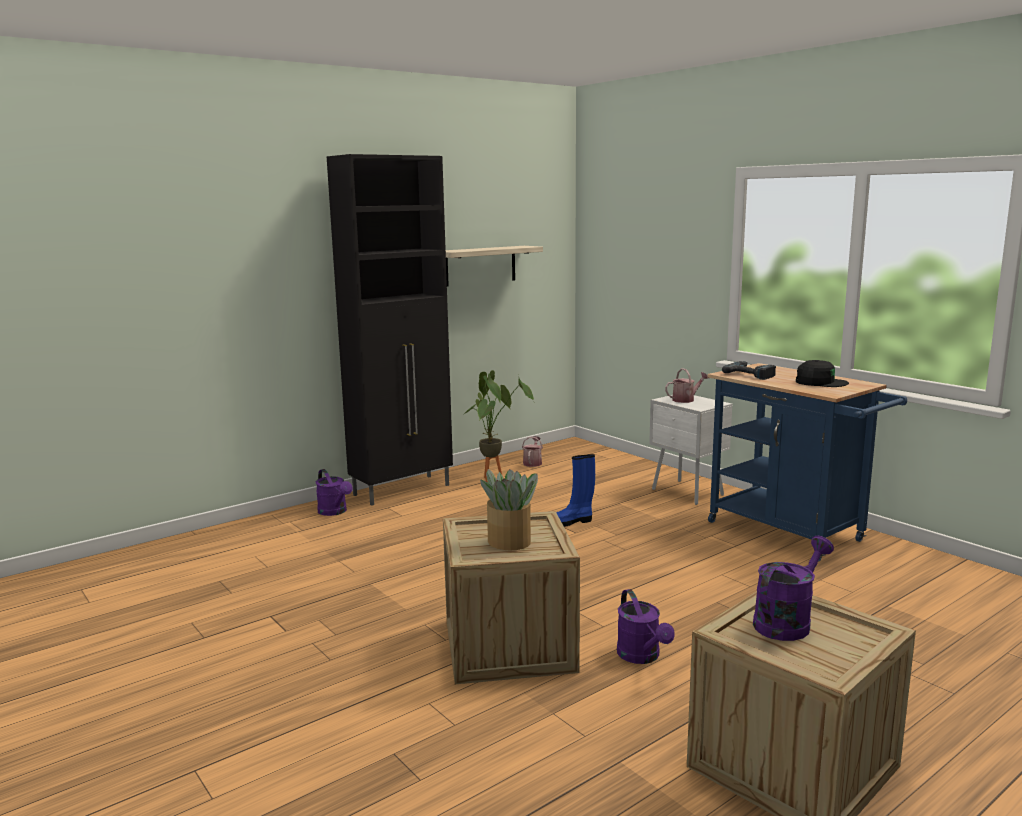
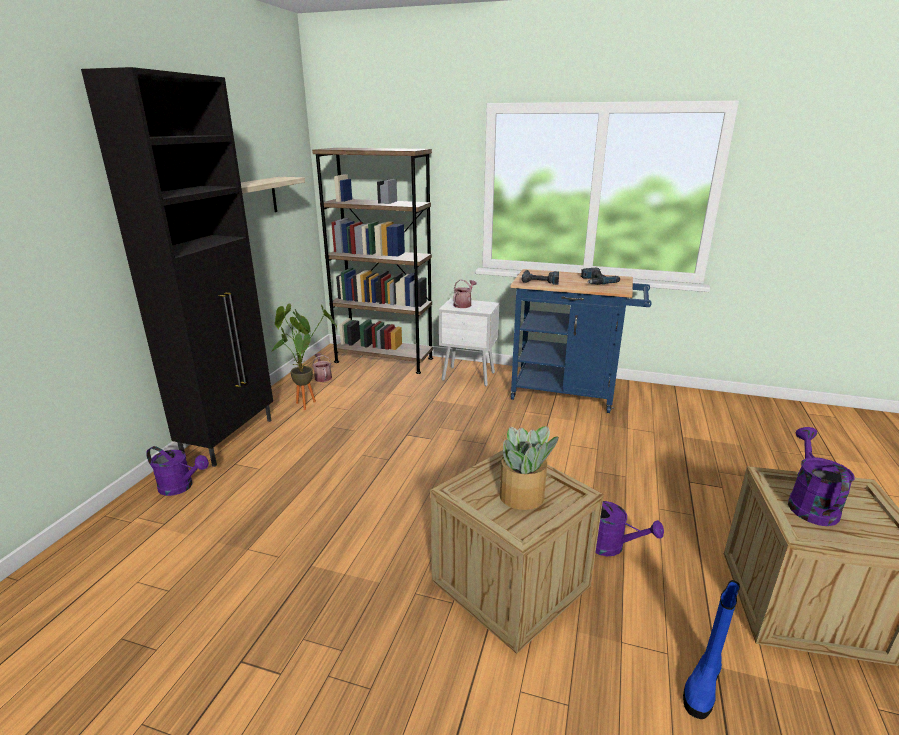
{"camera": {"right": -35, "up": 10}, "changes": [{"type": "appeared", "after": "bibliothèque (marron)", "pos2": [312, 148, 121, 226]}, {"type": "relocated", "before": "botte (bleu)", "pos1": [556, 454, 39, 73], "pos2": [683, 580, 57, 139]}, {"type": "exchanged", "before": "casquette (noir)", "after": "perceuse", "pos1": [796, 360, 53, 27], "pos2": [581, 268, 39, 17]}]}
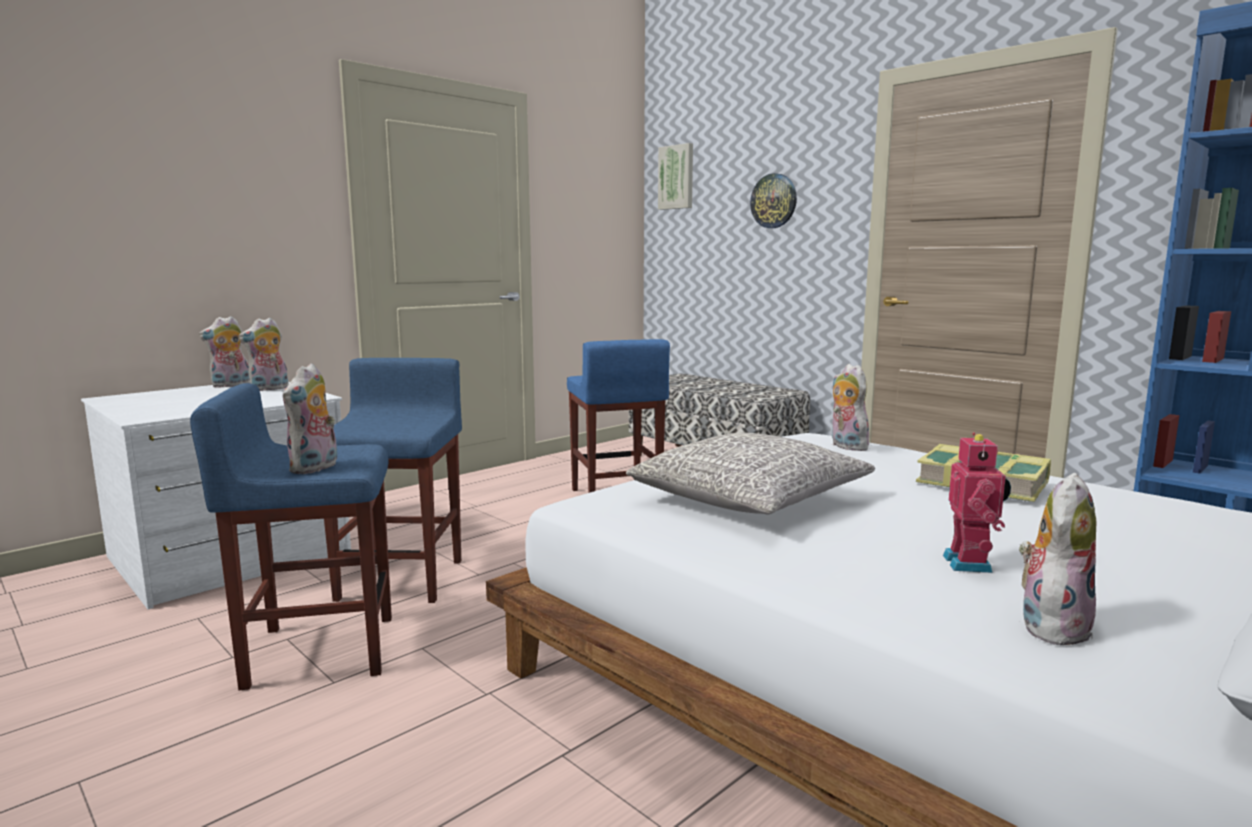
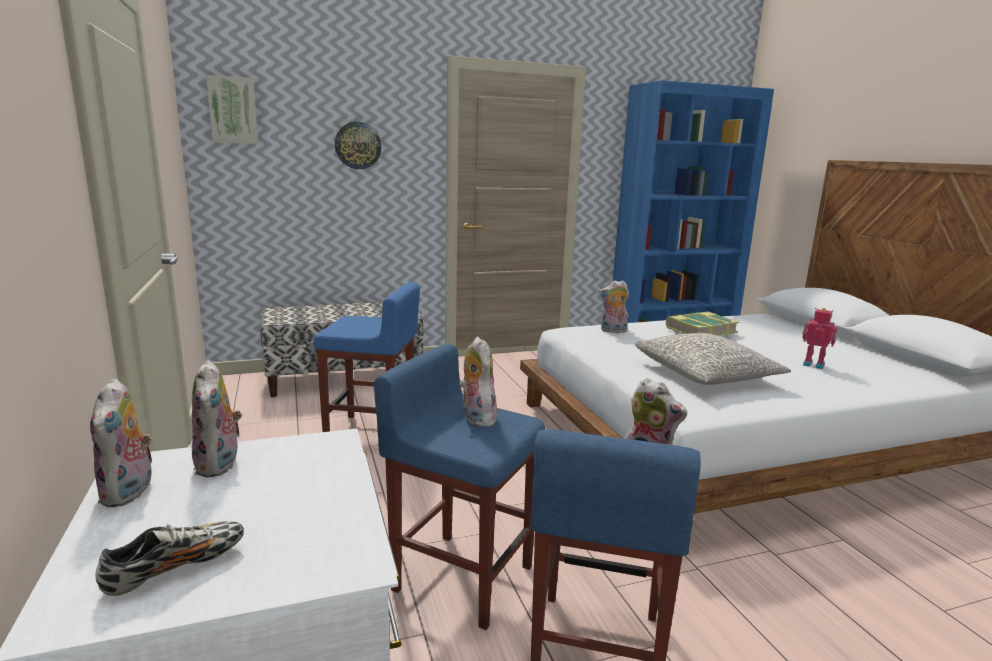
{"camera": {"right": -65, "up": 5}, "changes": [{"type": "appeared", "after": "chaussure", "pos2": [95, 521, 149, 75]}, {"type": "relocated", "before": "peluche", "pos1": [1019, 473, 77, 174], "pos2": [459, 337, 38, 90]}]}
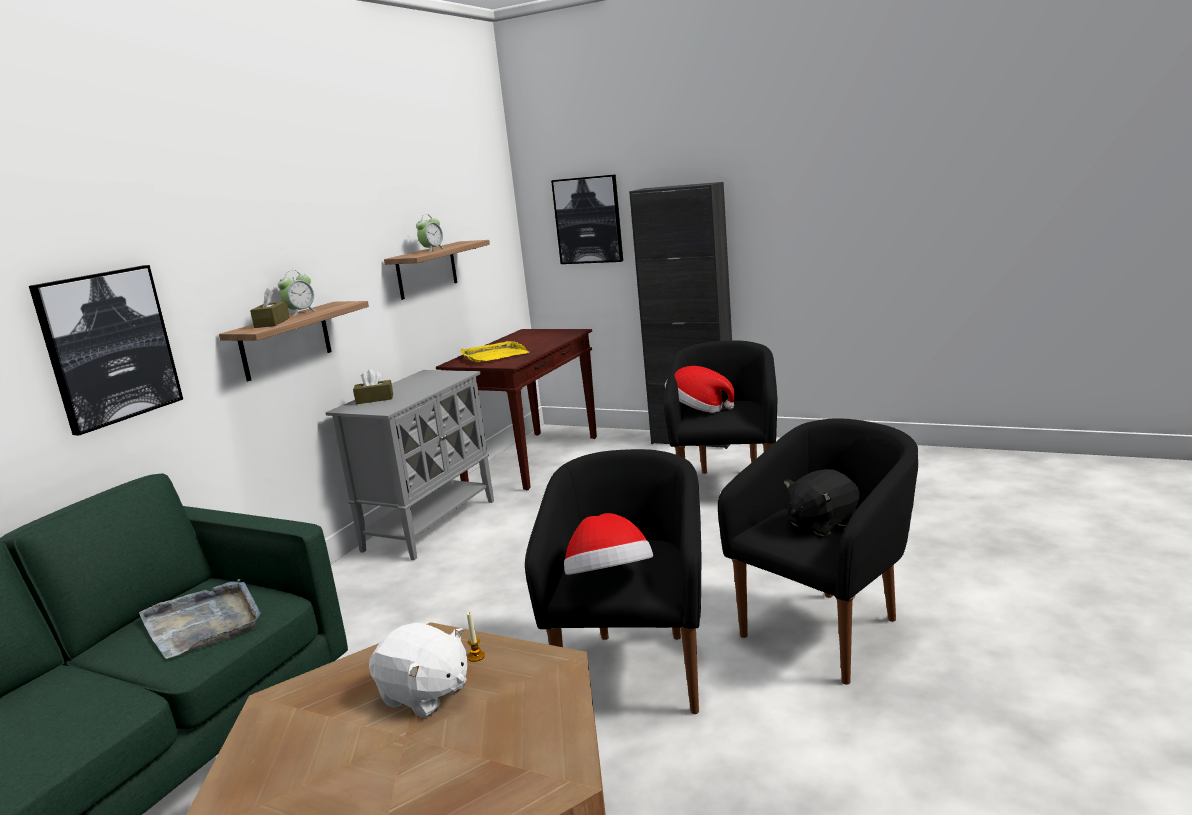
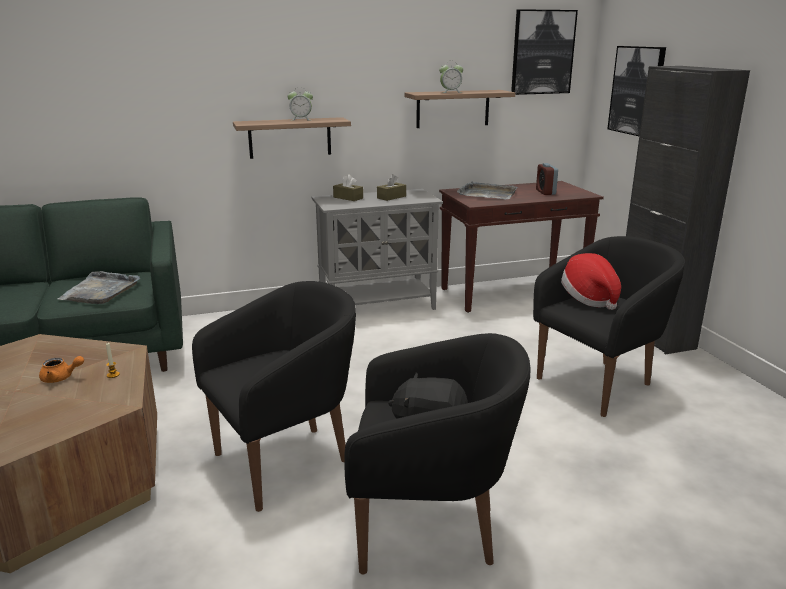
{"camera": {"right": 45, "up": 5}, "changes": [{"type": "missing", "before": "chapeau", "pos1": [564, 513, 89, 62]}, {"type": "appeared", "after": "réveil", "pos2": [536, 163, 22, 32]}, {"type": "relocated", "before": "tableau", "pos1": [29, 265, 154, 171], "pos2": [511, 9, 67, 86]}, {"type": "relocated", "before": "boîte à mouchoirs (marron)", "pos1": [250, 288, 40, 40], "pos2": [377, 174, 29, 27]}, {"type": "exchanged", "before": "peluche (blanc)", "after": "théière (orange)", "pos1": [369, 623, 98, 95], "pos2": [39, 356, 45, 27]}, {"type": "colour", "before": "plateau (jaune)", "after": "plateau (gris)", "pos1": [460, 341, 69, 21], "pos2": [457, 181, 60, 18]}]}
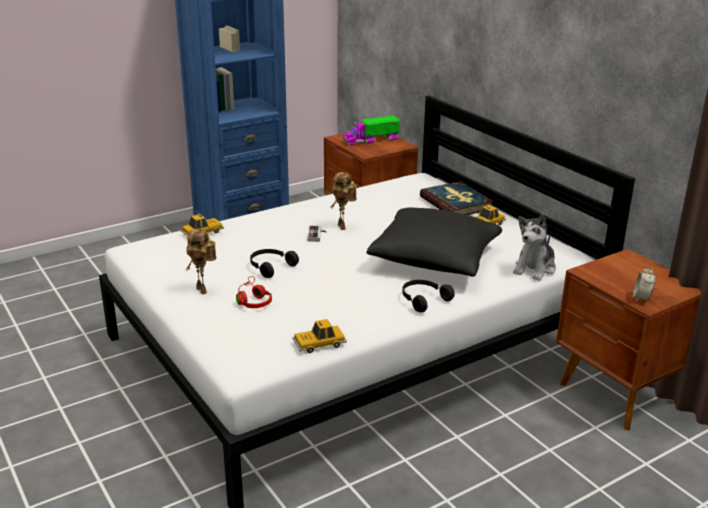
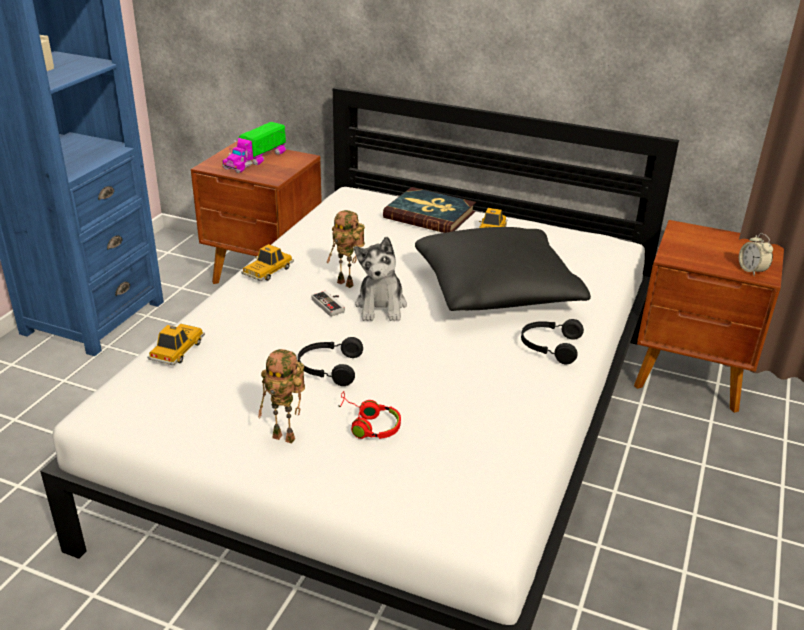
{"camera": {"right": -35, "up": 5}, "changes": [{"type": "relocated", "before": "petite voiture", "pos1": [293, 319, 54, 34], "pos2": [241, 244, 53, 37]}, {"type": "relocated", "before": "peluche", "pos1": [513, 214, 43, 67], "pos2": [354, 237, 53, 84]}]}
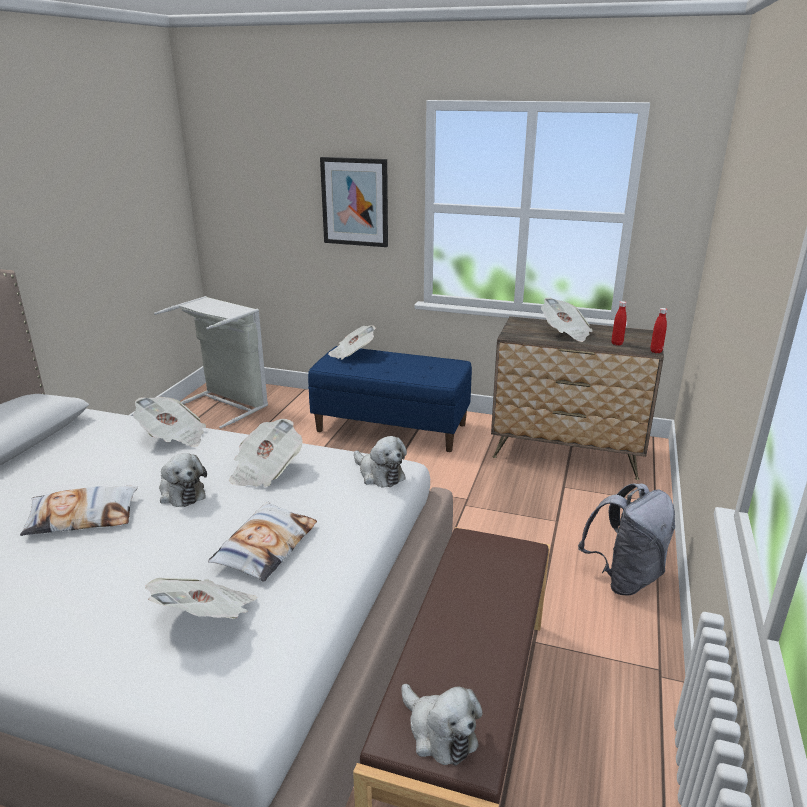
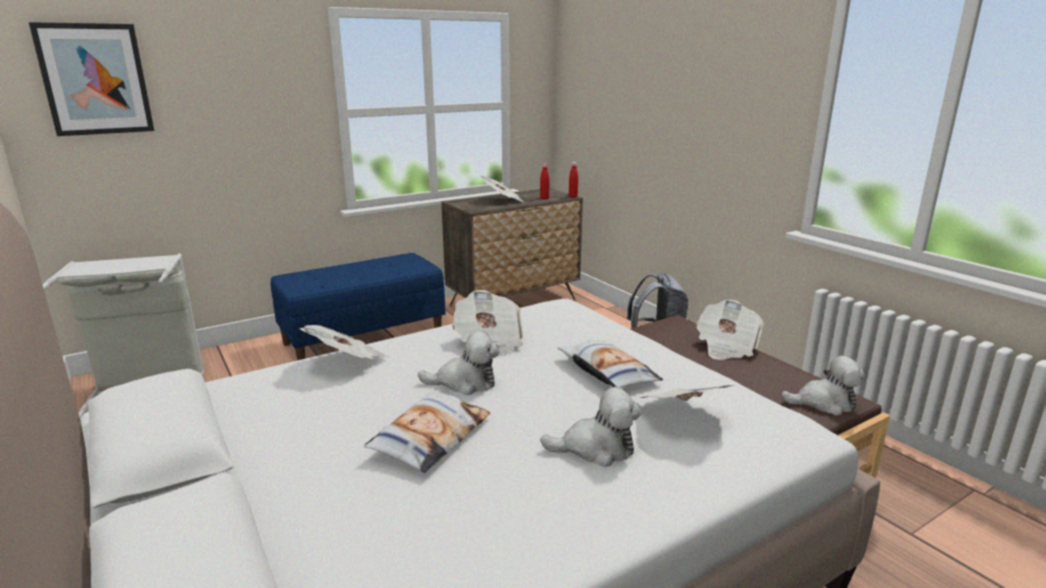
{"camera": {"right": -50, "up": -5}, "changes": [{"type": "relocated", "before": "tableau", "pos1": [320, 157, 68, 90], "pos2": [29, 22, 125, 114]}, {"type": "relocated", "before": "journal", "pos1": [328, 325, 48, 35], "pos2": [696, 299, 68, 61]}, {"type": "relocated", "before": "peluche", "pos1": [354, 436, 53, 51], "pos2": [540, 387, 102, 80]}]}
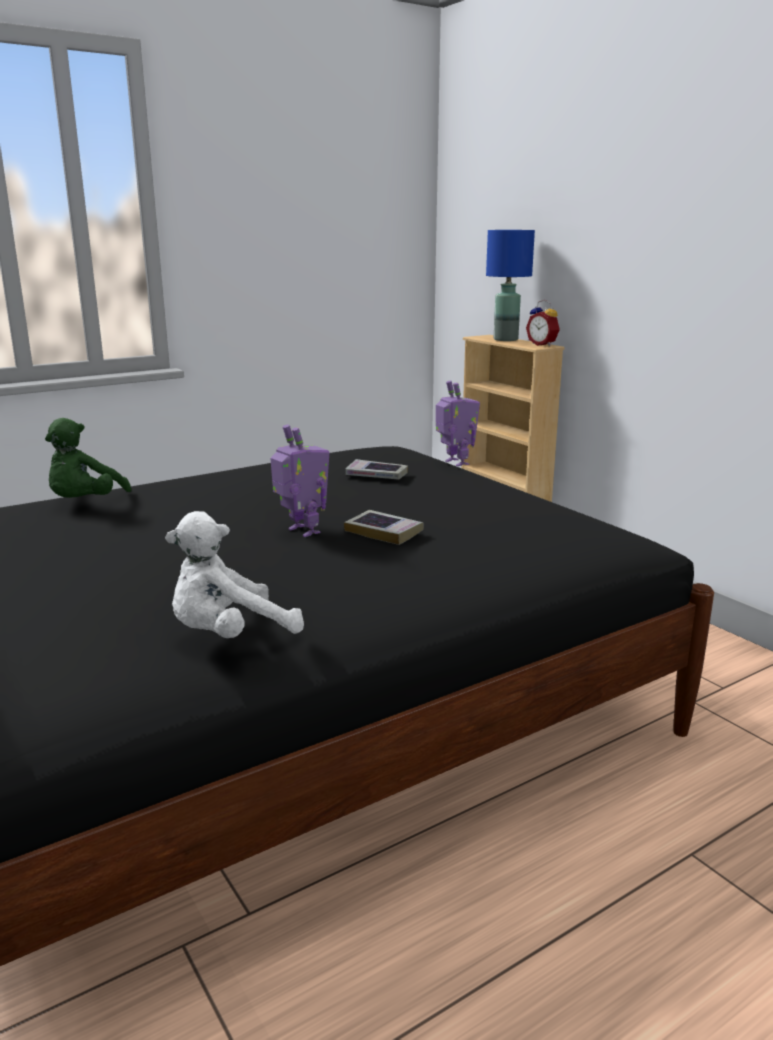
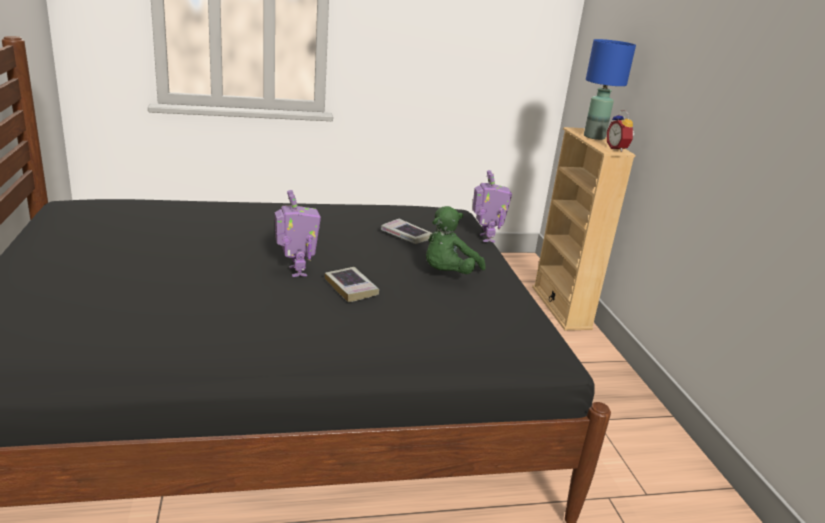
{"camera": {"right": 20, "up": 5}, "changes": [{"type": "missing", "before": "peluche (blanc)", "pos1": [165, 511, 139, 127]}, {"type": "relocated", "before": "peluche (vert)", "pos1": [45, 418, 87, 80], "pos2": [426, 206, 59, 68]}]}
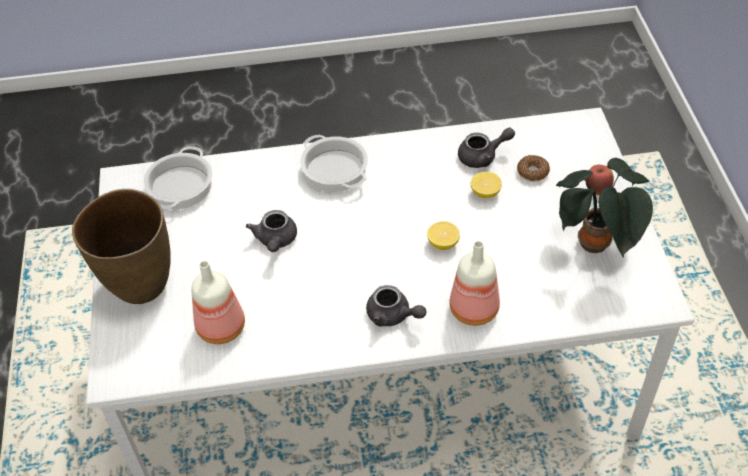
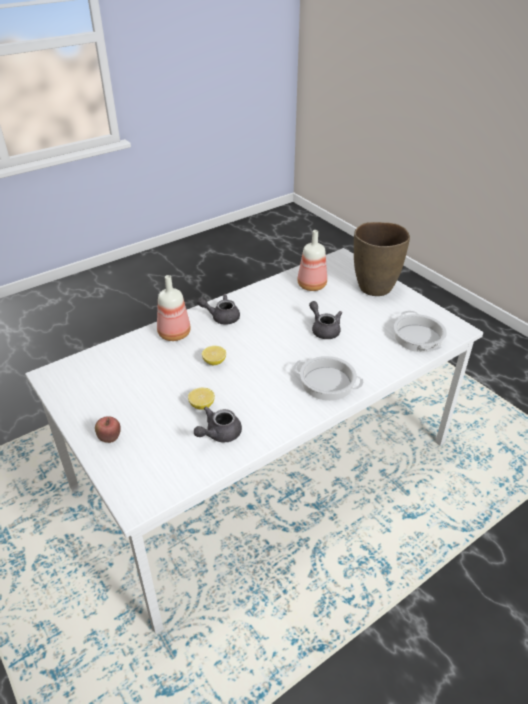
{"camera": {"right": 150, "up": -10}, "changes": [{"type": "missing", "before": "beignet", "pos1": [517, 155, 33, 27]}, {"type": "missing", "before": "plante en pot", "pos1": [556, 158, 97, 100]}]}
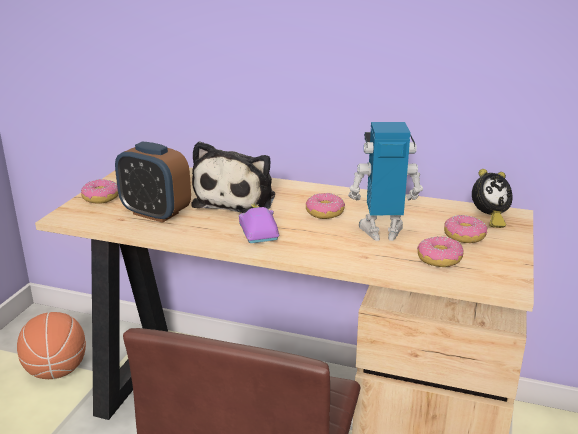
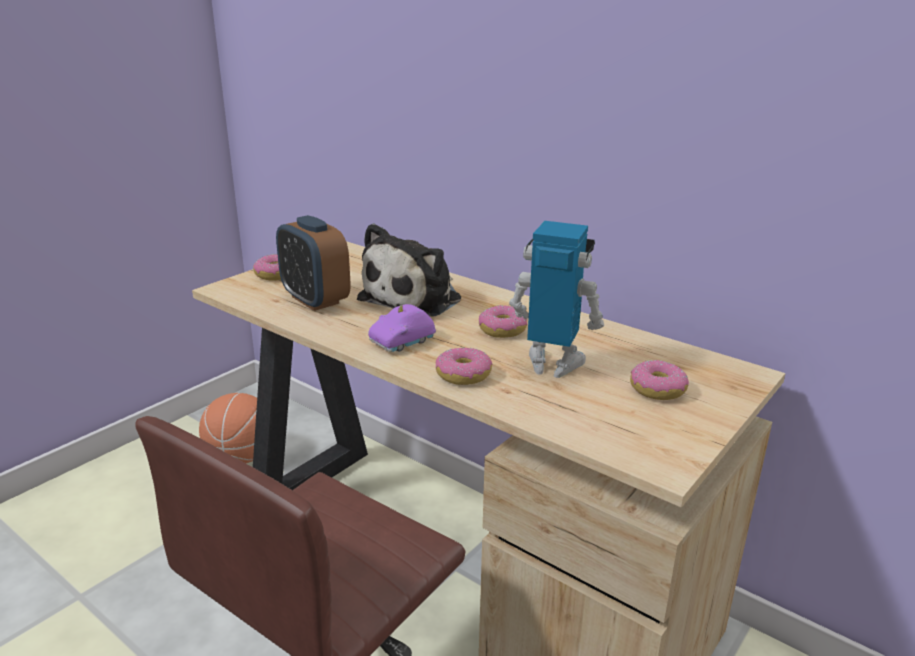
{"camera": {"right": 20, "up": 0}, "changes": [{"type": "missing", "before": "réveil", "pos1": [472, 169, 41, 59]}, {"type": "relocated", "before": "beignet", "pos1": [417, 236, 47, 31], "pos2": [436, 348, 56, 37]}, {"type": "spun", "before": "petite voiture (violet)", "pos1": [239, 203, 41, 40], "pos2": [368, 304, 68, 48], "turn": -135}]}
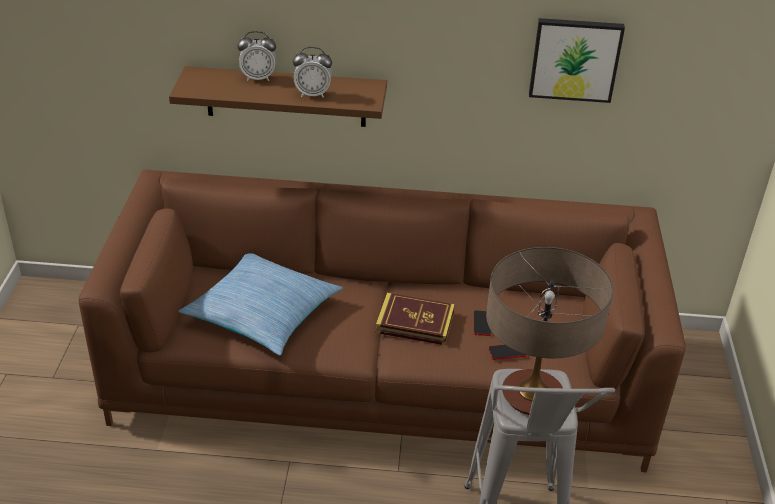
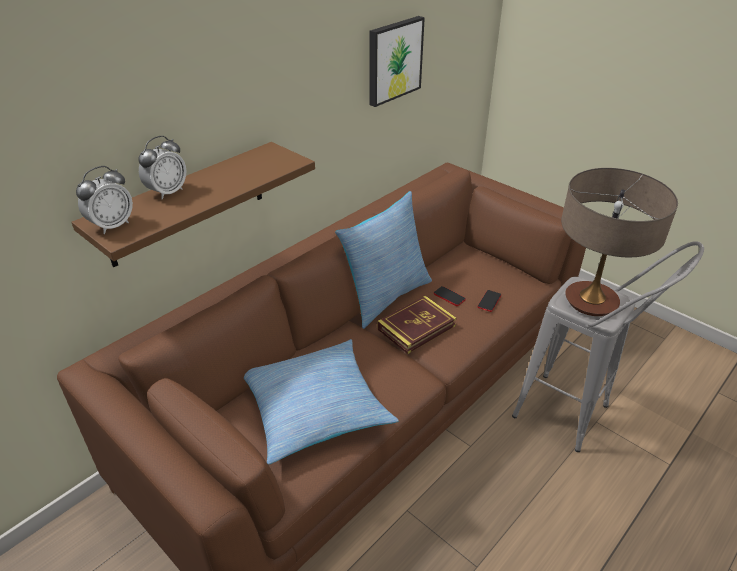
{"camera": {"right": -50, "up": 0}, "changes": [{"type": "appeared", "after": "coussin", "pos2": [335, 191, 97, 138]}, {"type": "relocated", "before": "réveil", "pos1": [293, 47, 39, 51], "pos2": [76, 166, 57, 68]}]}
